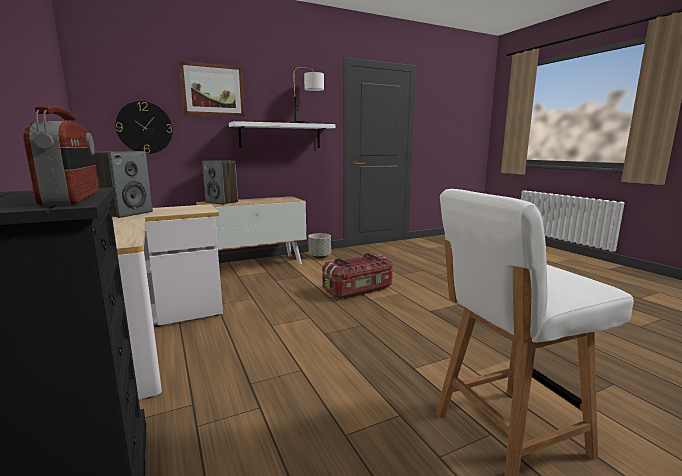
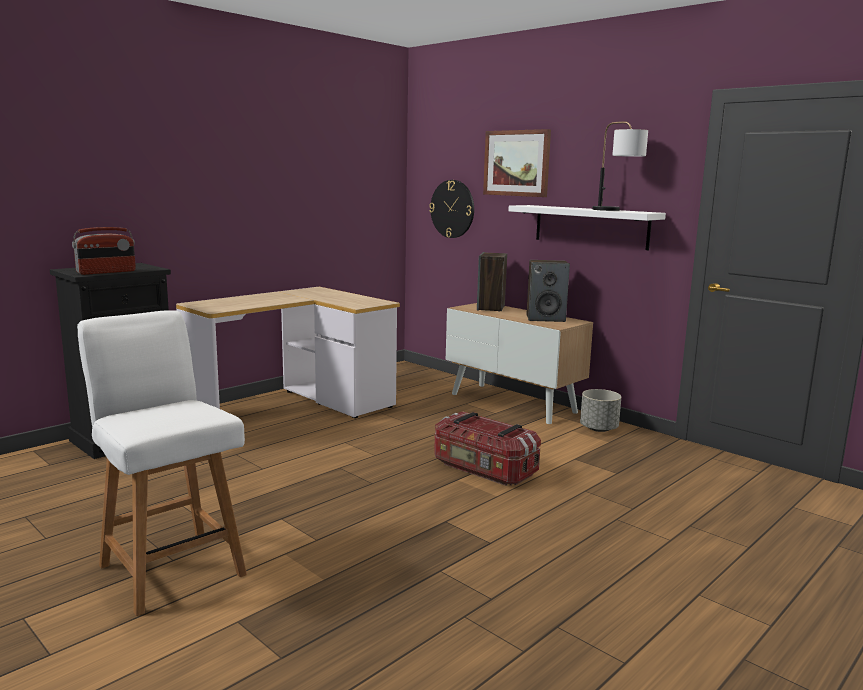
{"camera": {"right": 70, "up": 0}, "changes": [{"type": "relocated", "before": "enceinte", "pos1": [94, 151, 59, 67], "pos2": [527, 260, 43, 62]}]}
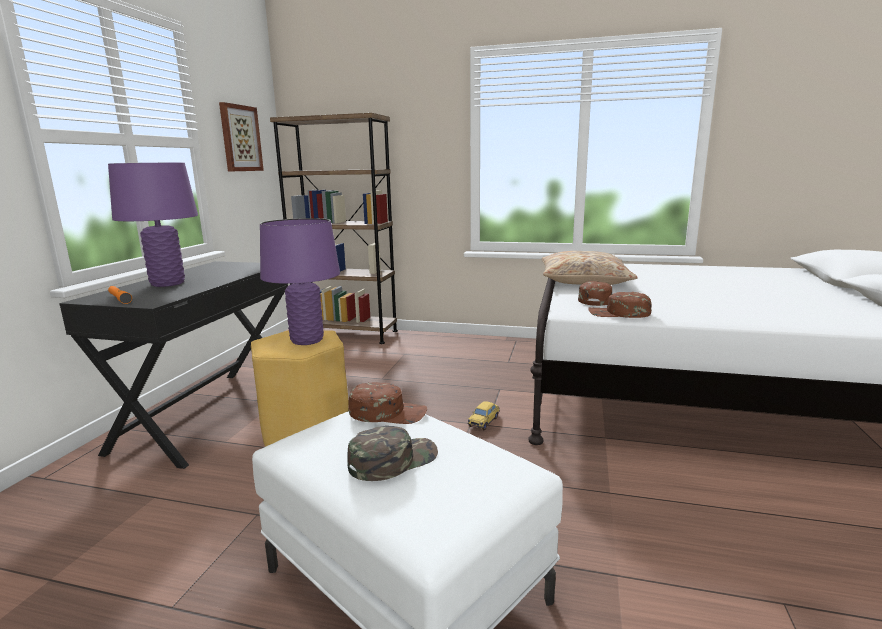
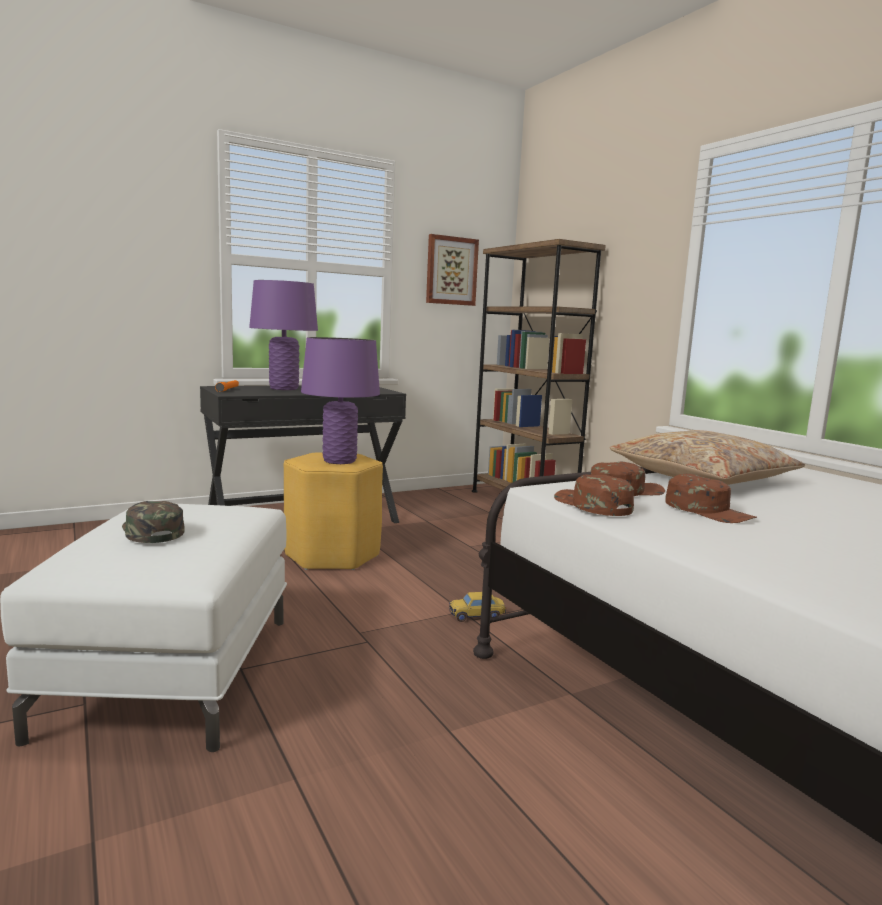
{"camera": {"right": 45, "up": -5}, "changes": [{"type": "relocated", "before": "casquette (marron)", "pos1": [348, 382, 79, 42], "pos2": [665, 474, 92, 49]}, {"type": "spun", "before": "casquette (vert)", "pos1": [347, 426, 91, 55], "pos2": [122, 501, 63, 42], "turn": -135}]}
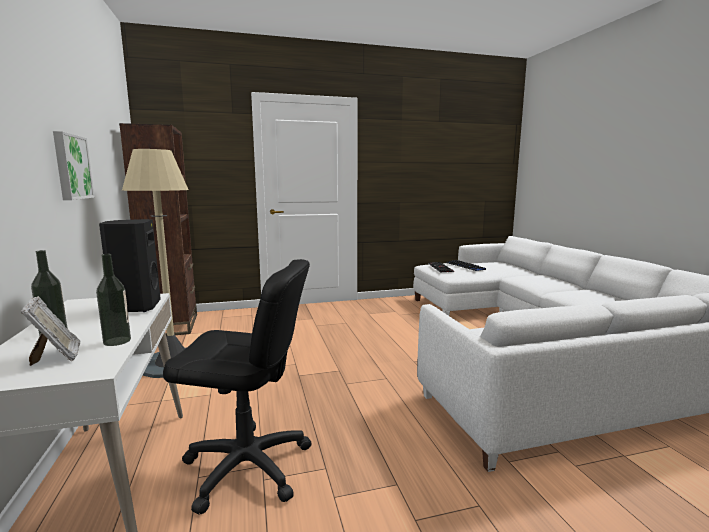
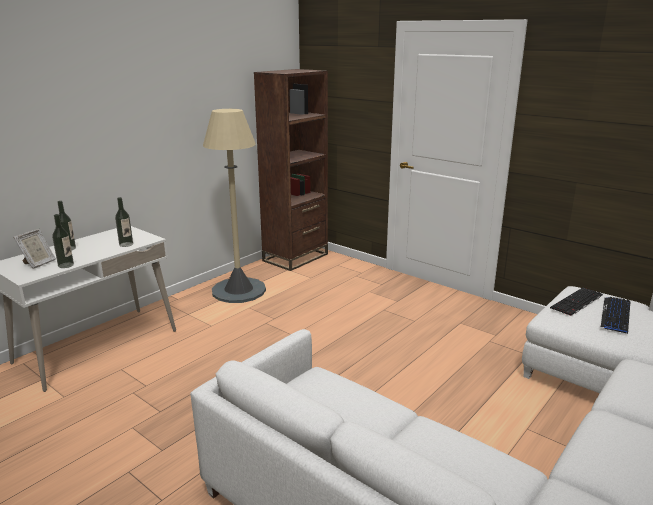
{"camera": {"right": 55, "up": 10}, "changes": [{"type": "missing", "before": "tableau", "pos1": [53, 131, 42, 69]}, {"type": "missing", "before": "chaise de bureau (noir)", "pos1": [163, 259, 149, 256]}, {"type": "exchanged", "before": "enceinte (noir)", "after": "bouteille", "pos1": [99, 219, 62, 93], "pos2": [115, 197, 18, 50]}]}
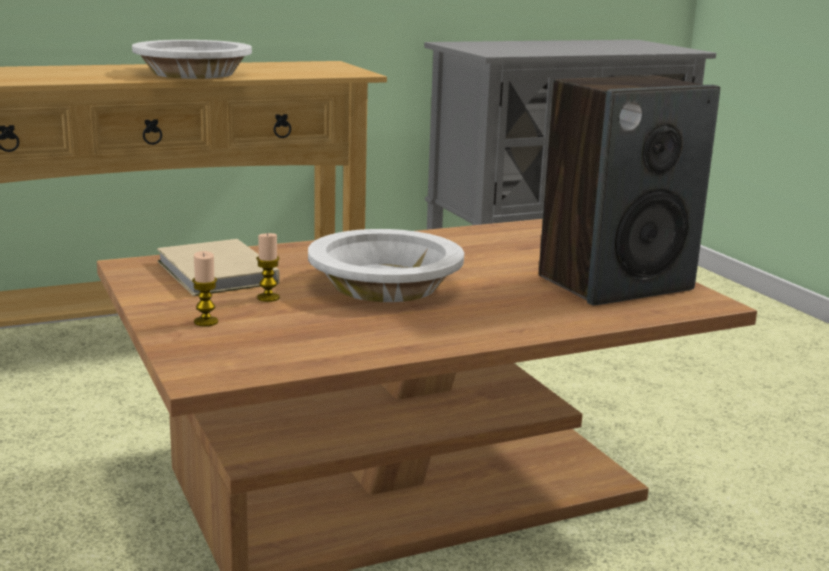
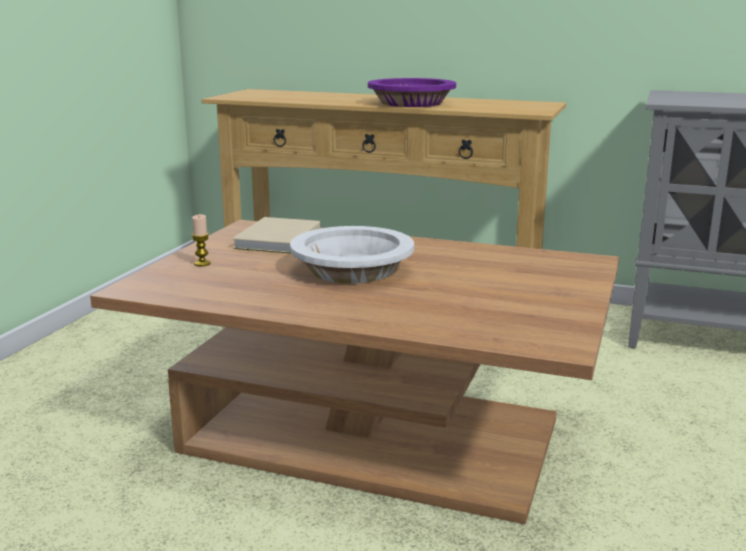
{"camera": {"right": 45, "up": 0}, "changes": [{"type": "missing", "before": "bougie", "pos1": [256, 233, 24, 69]}, {"type": "missing", "before": "enceinte", "pos1": [539, 75, 181, 231]}, {"type": "colour", "before": "bol (blanc)", "after": "bol (violet)", "pos1": [132, 40, 120, 39], "pos2": [368, 78, 88, 29]}]}
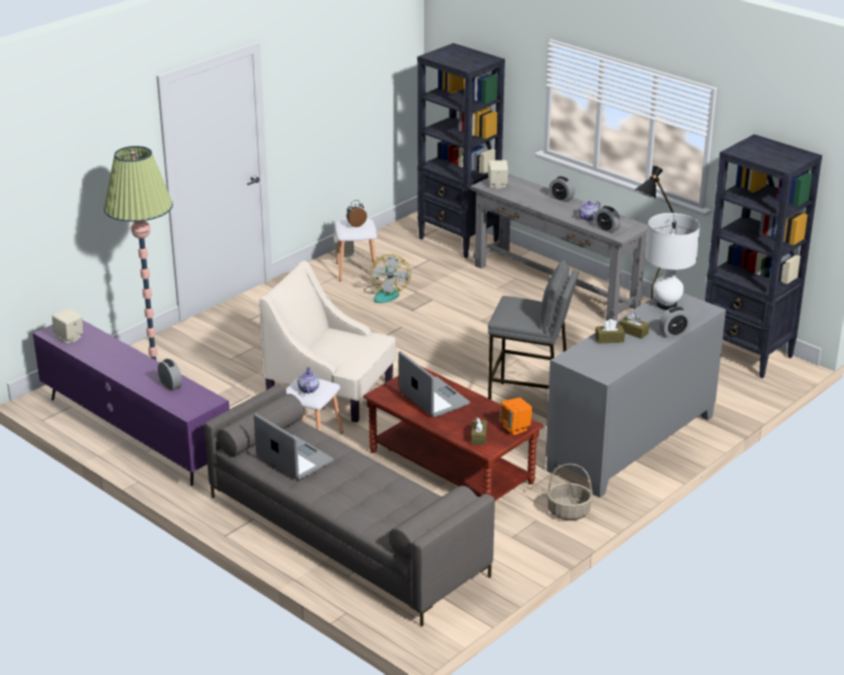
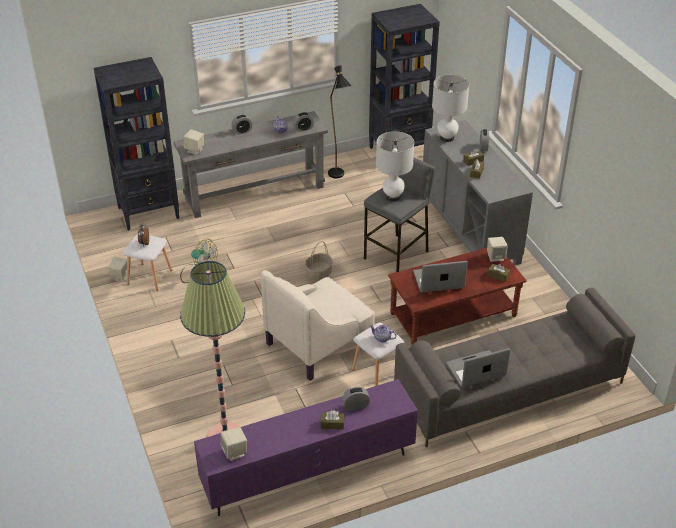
{"camera": {"right": -65, "up": 10}, "changes": [{"type": "appeared", "after": "boîte à mouchoirs (marron)", "pos2": [320, 410, 24, 19]}, {"type": "appeared", "after": "lampe de table (blanc)", "pos2": [376, 131, 38, 70]}, {"type": "relocated", "before": "panier", "pos1": [547, 464, 46, 56], "pos2": [305, 241, 28, 40]}, {"type": "colour", "before": "enceinte (orange)", "after": "enceinte (beige)", "pos1": [499, 398, 33, 37], "pos2": [487, 237, 21, 25]}]}
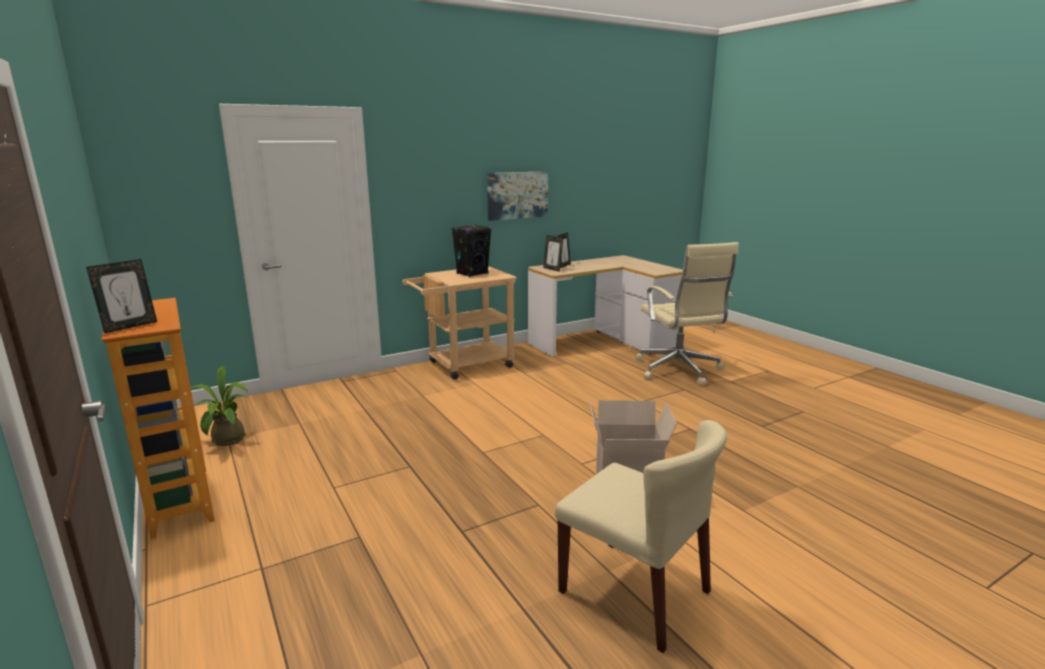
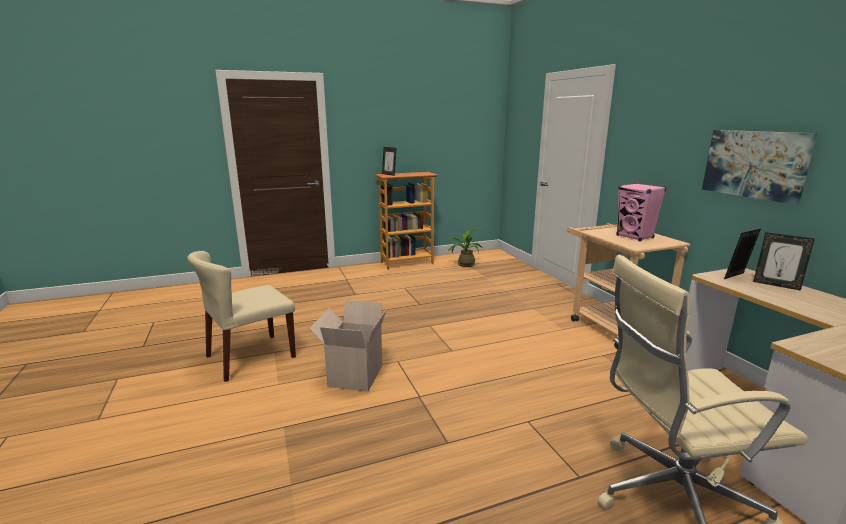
{"camera": {"right": 100, "up": 0}, "changes": [{"type": "colour", "before": "enceinte (noir)", "after": "enceinte (rose)", "pos1": [451, 224, 41, 53], "pos2": [616, 183, 50, 58]}]}
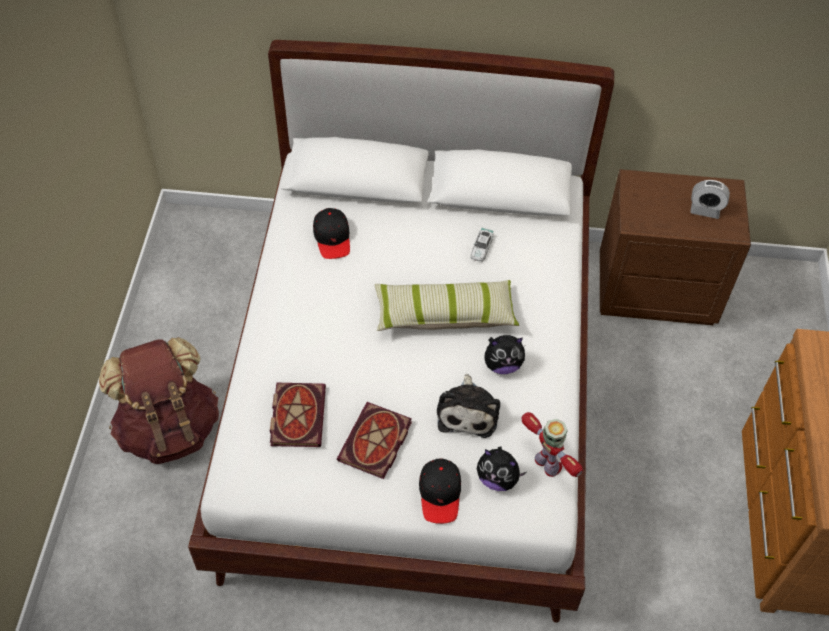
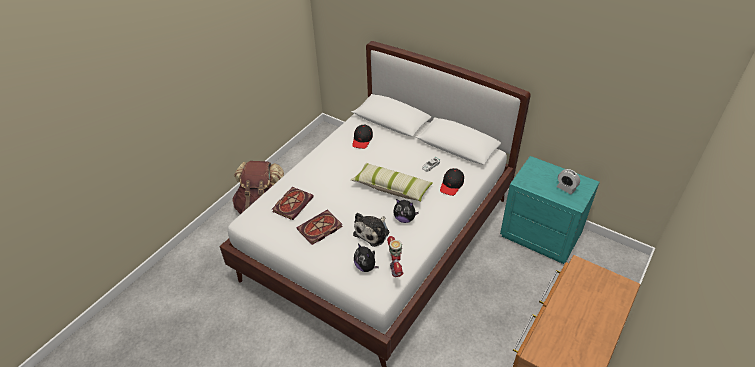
{"camera": {"right": 30, "up": -10}, "changes": [{"type": "relocated", "before": "casquette (noir)", "pos1": [419, 458, 42, 66], "pos2": [440, 168, 24, 28]}, {"type": "colour", "before": "table de chevet (marron)", "after": "table de chevet (turquoise)", "pos1": [600, 169, 151, 156], "pos2": [500, 156, 100, 108]}]}
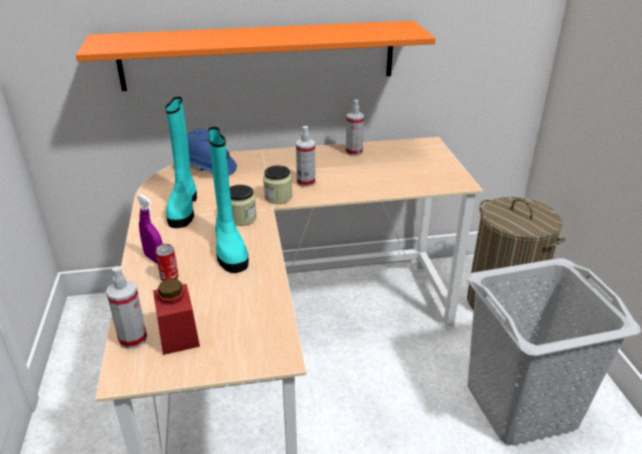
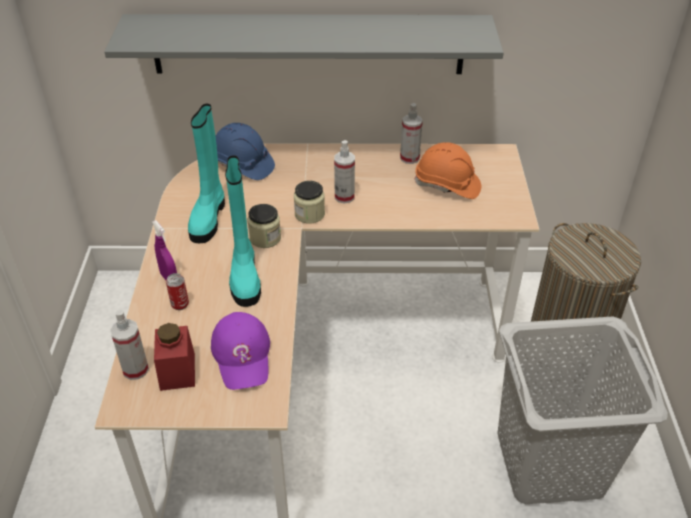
{"camera": {"right": 10, "up": 10}, "changes": [{"type": "appeared", "after": "casquette (violet)", "pos2": [211, 312, 59, 78]}, {"type": "appeared", "after": "casque de chantier (orange)", "pos2": [414, 142, 67, 57]}, {"type": "colour", "before": "étagère (orange)", "after": "étagère (gris)", "pos1": [76, 21, 360, 70], "pos2": [104, 14, 400, 60]}]}
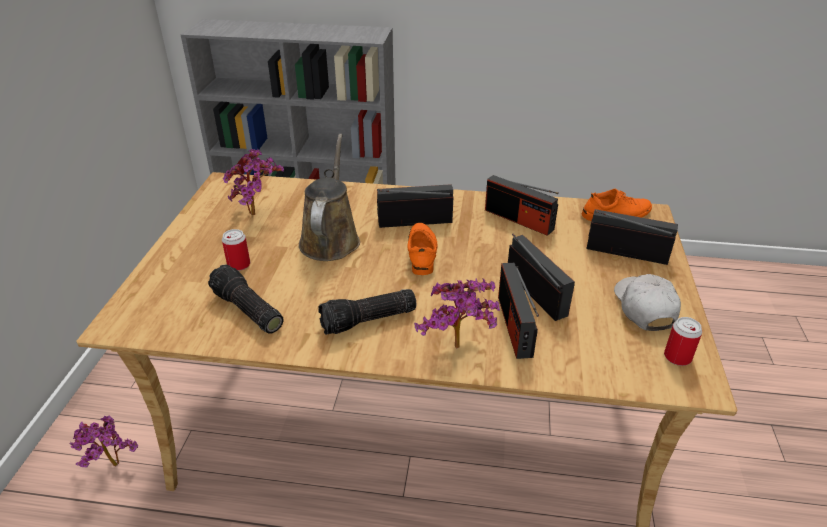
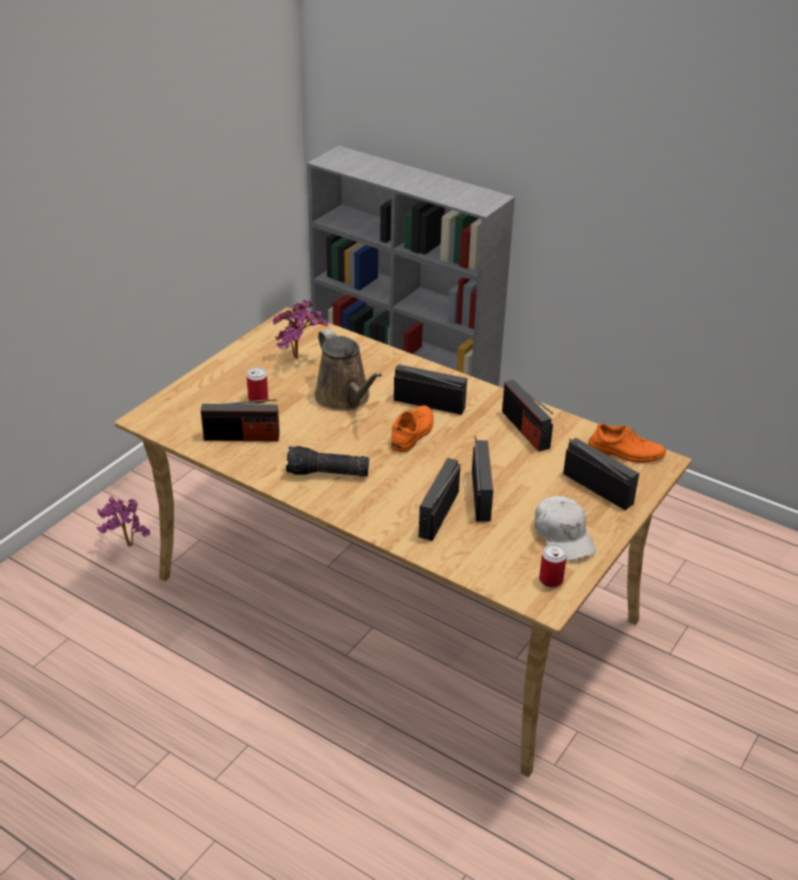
{"camera": {"right": 25, "up": 0}, "changes": [{"type": "missing", "before": "plante en pot", "pos1": [414, 278, 86, 70]}, {"type": "exchanged", "before": "lampe de poche", "after": "radio", "pos1": [208, 264, 76, 70], "pos2": [201, 399, 79, 43]}, {"type": "spun", "before": "arrosoir (marron)", "pos1": [299, 134, 61, 127], "pos2": [314, 329, 68, 82], "turn": 120}, {"type": "spun", "before": "casquette (blanc)", "pos1": [614, 274, 67, 57], "pos2": [535, 496, 61, 66], "turn": 135}]}
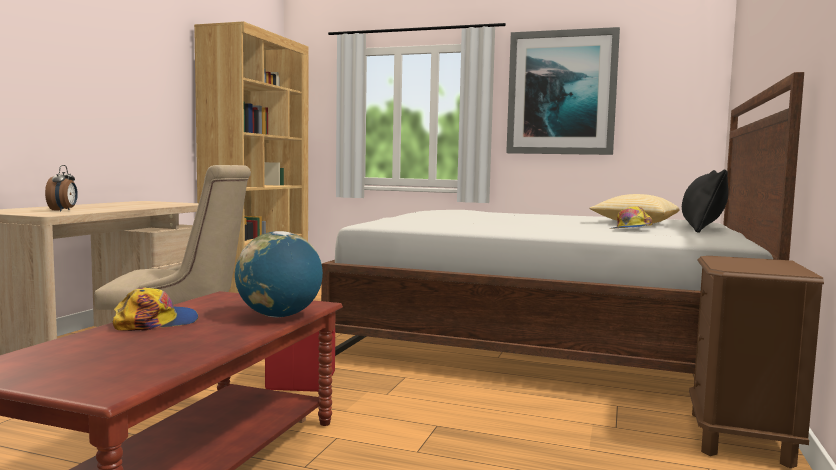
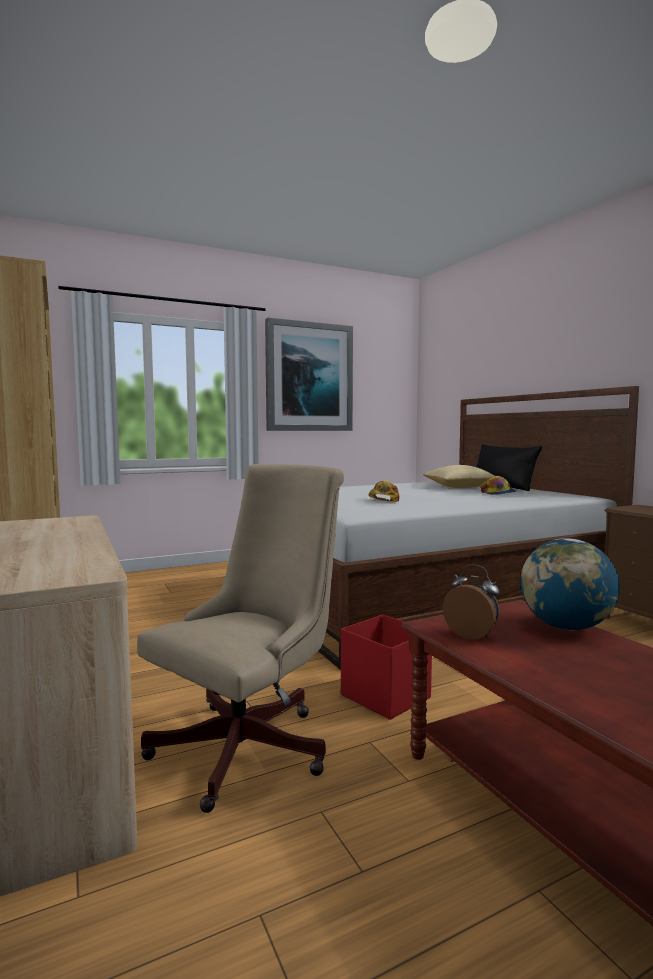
{"camera": {"right": -45, "up": 0}, "changes": [{"type": "relocated", "before": "réveil", "pos1": [45, 165, 33, 46], "pos2": [443, 564, 57, 76]}, {"type": "relocated", "before": "casquette", "pos1": [113, 287, 85, 44], "pos2": [369, 481, 30, 21]}]}
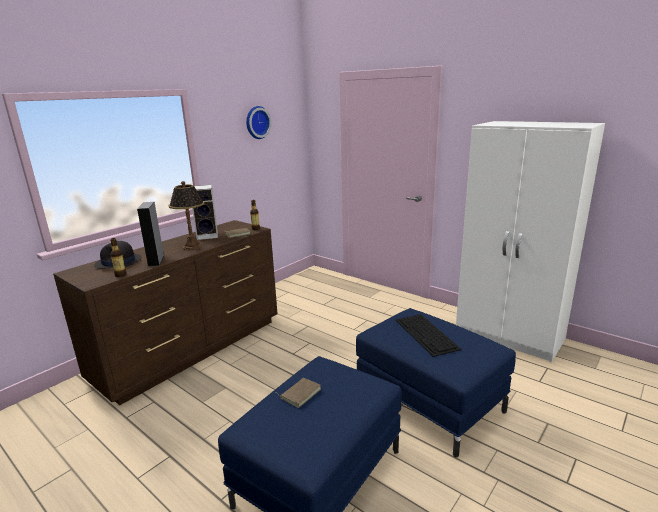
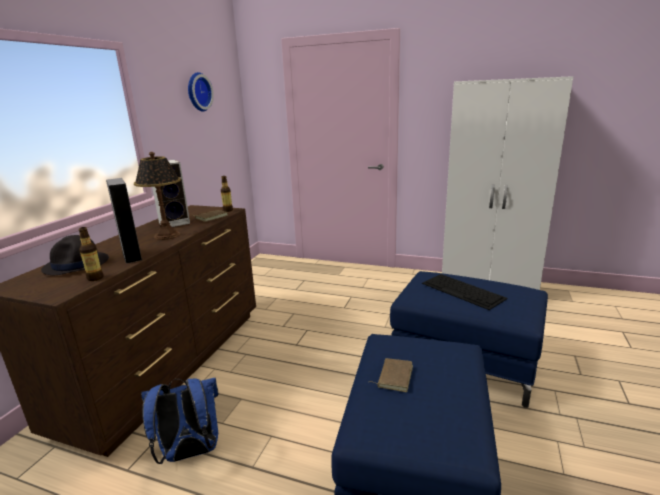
{"camera": {"right": -20, "up": 0}, "changes": [{"type": "appeared", "after": "sac à dos (bleu)", "pos2": [141, 378, 78, 86]}]}
